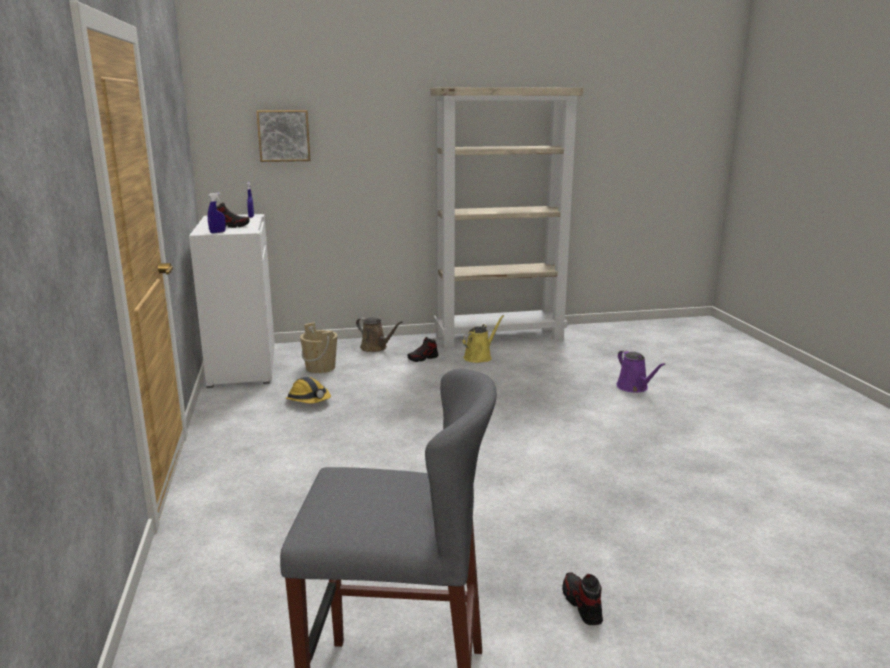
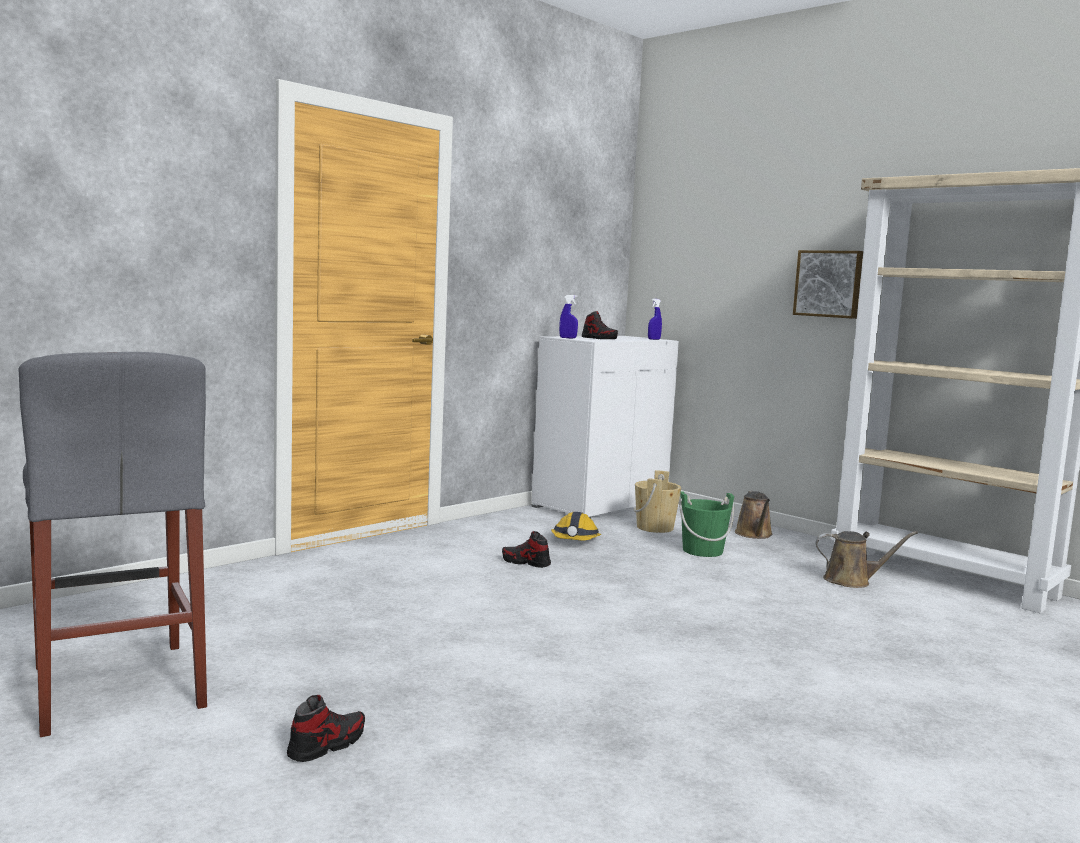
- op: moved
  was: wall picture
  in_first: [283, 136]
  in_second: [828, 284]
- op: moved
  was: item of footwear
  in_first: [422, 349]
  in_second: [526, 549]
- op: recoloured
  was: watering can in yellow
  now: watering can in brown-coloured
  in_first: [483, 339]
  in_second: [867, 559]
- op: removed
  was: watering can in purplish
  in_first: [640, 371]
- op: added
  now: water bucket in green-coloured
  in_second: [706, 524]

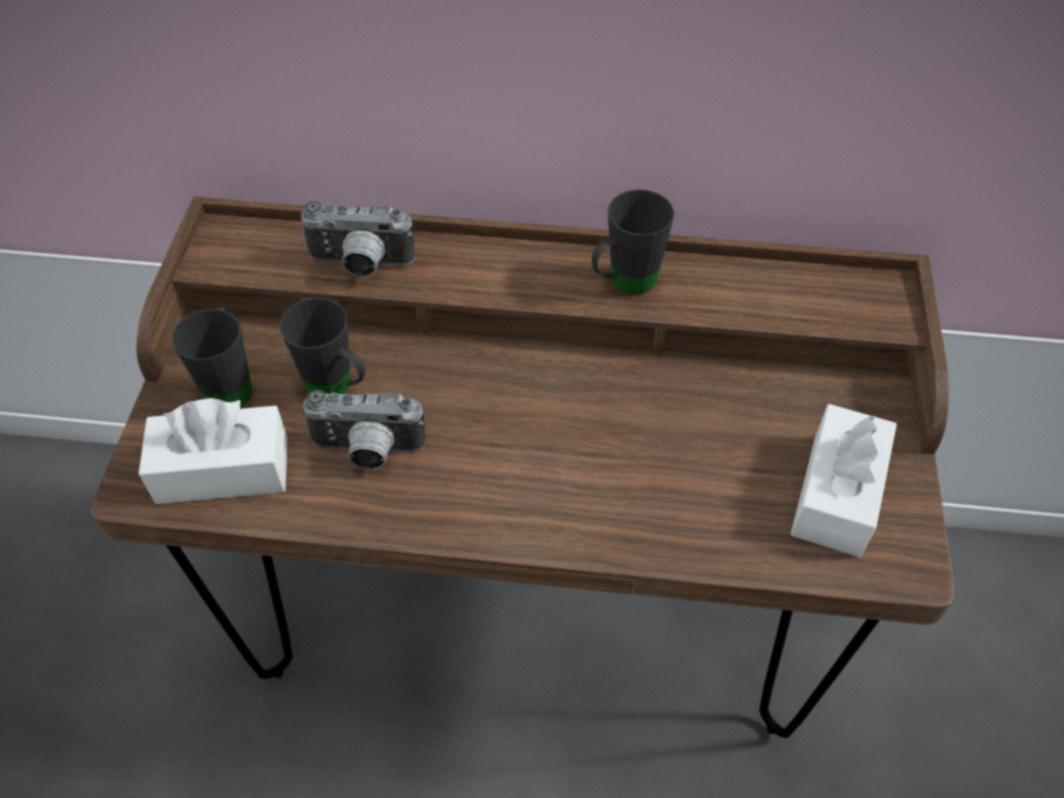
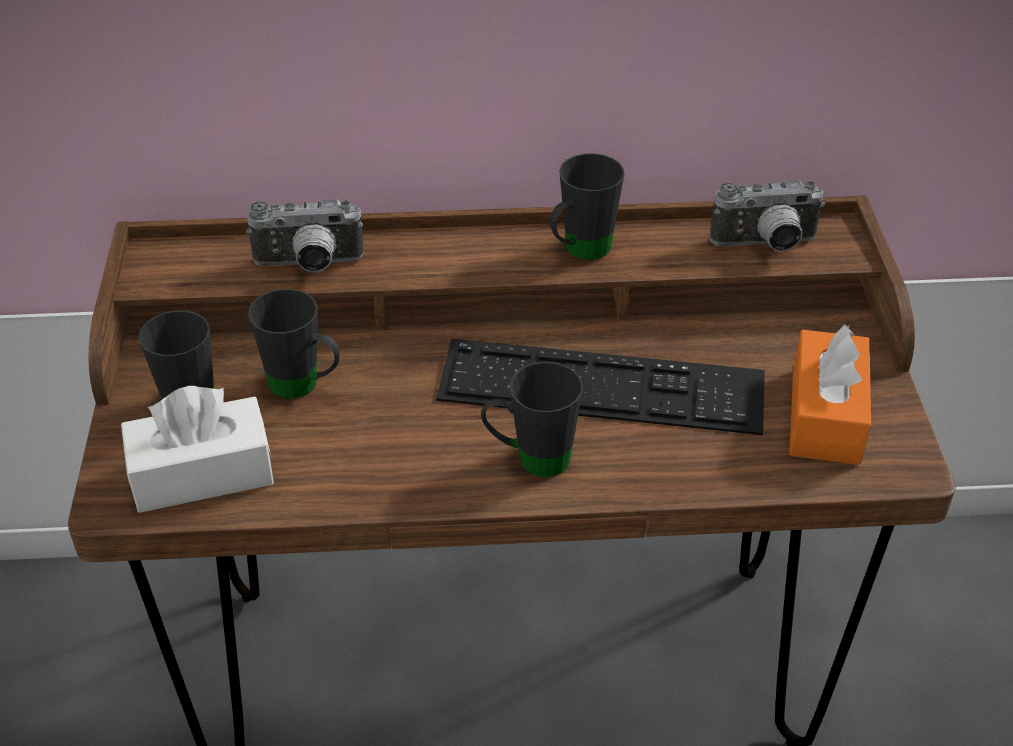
- op: moved
  was: photo camera
  in_first: [364, 430]
  in_second: [767, 216]
- op: recoloured
  was: tissue holder in white-coloured
  now: tissue holder in orangey
  in_first: [844, 480]
  in_second: [830, 395]
- op: added
  now: PC keyboard
  in_second: [600, 386]
- op: added
  now: tea mug in blackish
  in_second: [532, 419]

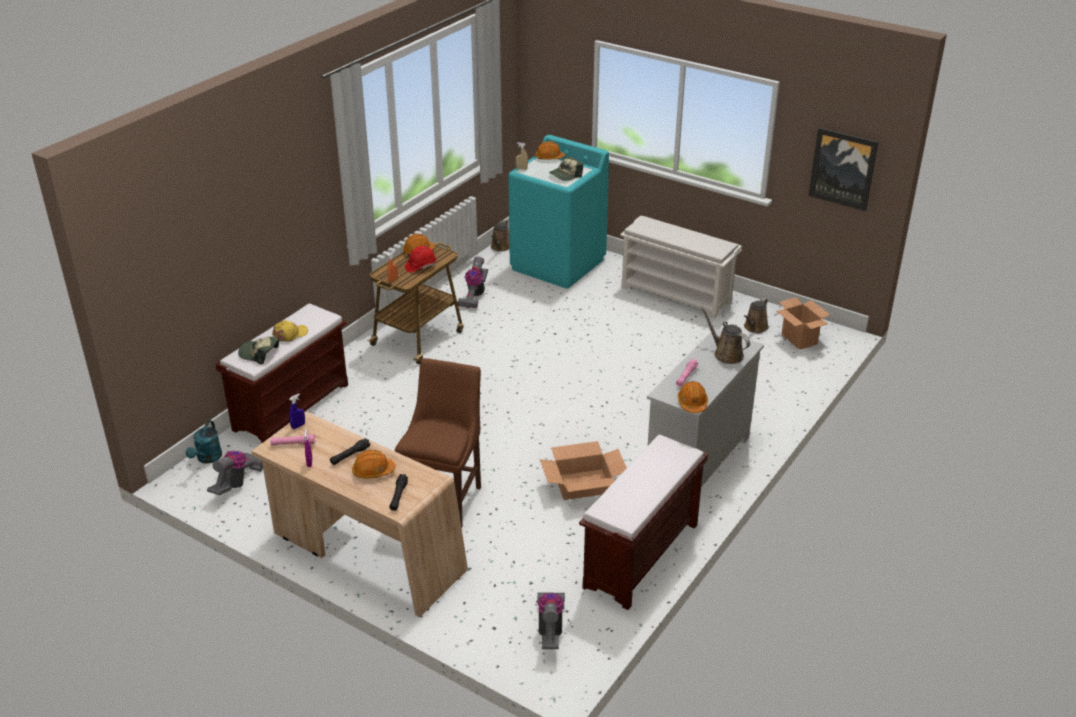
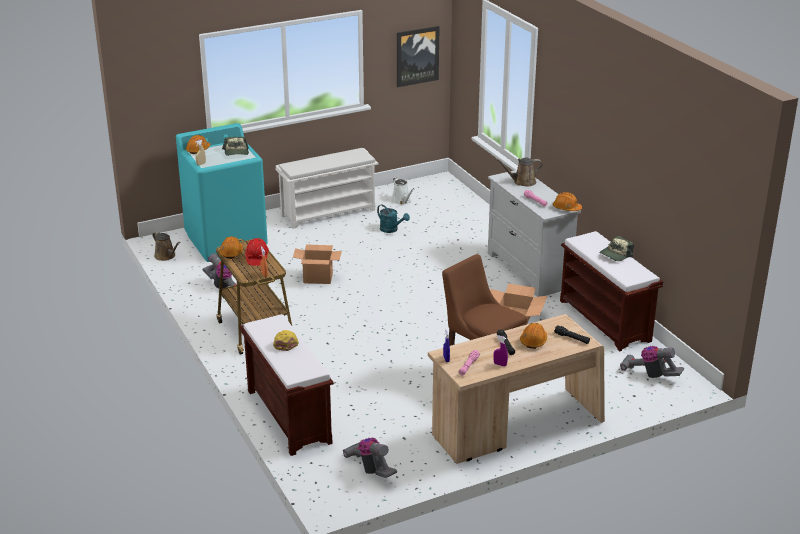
- op: moved
  was: watering can in turquoise-coloured
  in_first: [204, 442]
  in_second: [393, 219]
- op: moved
  was: cap
  in_first: [258, 351]
  in_second: [616, 248]
- op: recoloured
  was: watering can in brown-coloured
  now: watering can in white-coloured
  in_first: [756, 315]
  in_second: [403, 191]
- op: moved
  was: packing box
  in_first: [803, 323]
  in_second: [317, 264]

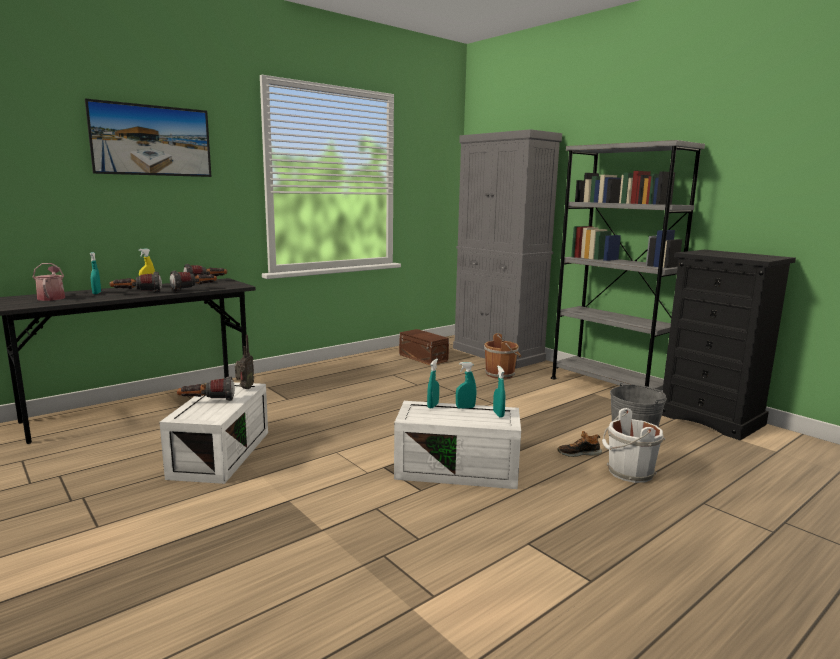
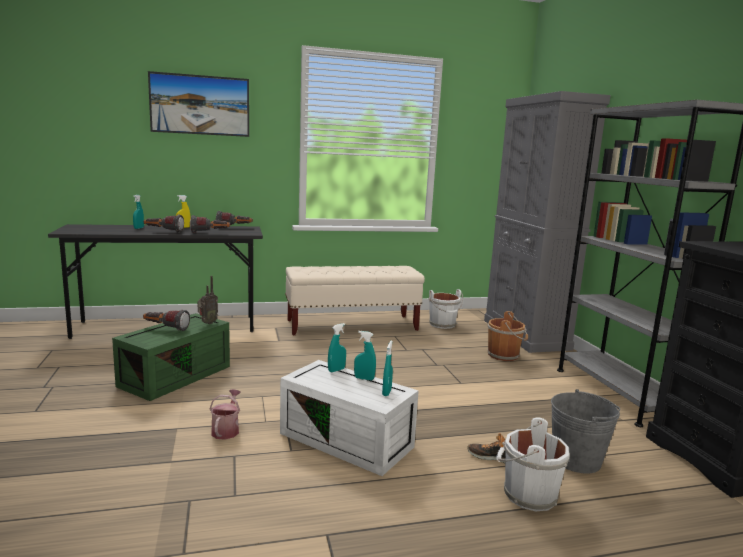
- op: moved
  was: watering can
  in_first: [48, 282]
  in_second: [225, 414]
- op: recoloured
  was: storage bin in white-coloured
  now: storage bin in green-coloured
  in_first: [213, 433]
  in_second: [171, 357]
- op: replaced
  was: storage bin in brown-coloured
  now: water bucket in white-coloured
  in_first: [424, 347]
  in_second: [446, 309]
- op: added
  now: bench in beige
  in_second: [355, 301]

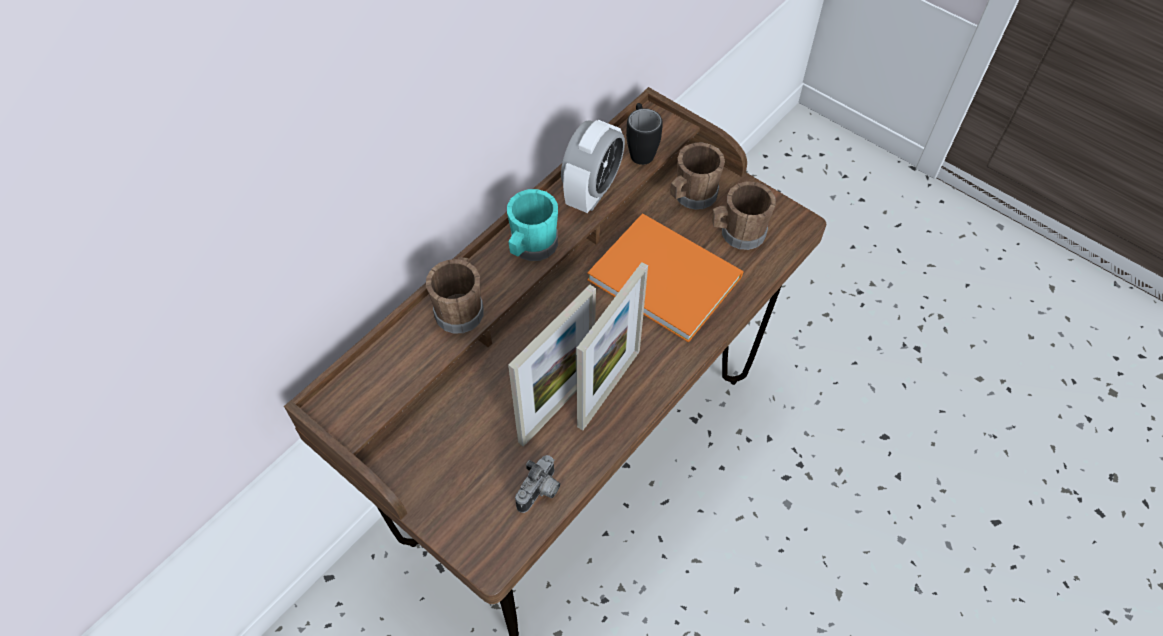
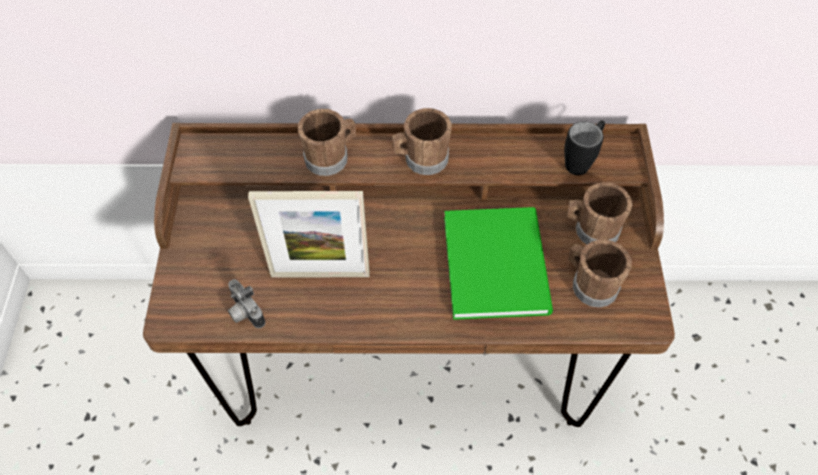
- op: recoloured
  was: tea mug in turquoise-coloured
  now: tea mug in brown-coloured
  in_first: [532, 225]
  in_second: [422, 141]
- op: turned
  was: photo camera
  in_first: [537, 484]
  in_second: [246, 303]
  clockwise: 60
- op: removed
  was: bedside clock
  in_first: [593, 166]
- op: removed
  was: photo frame
  in_first: [612, 346]
- op: recoloured
  was: volume in orangey
  now: volume in green-coloured
  in_first: [665, 278]
  in_second: [498, 263]

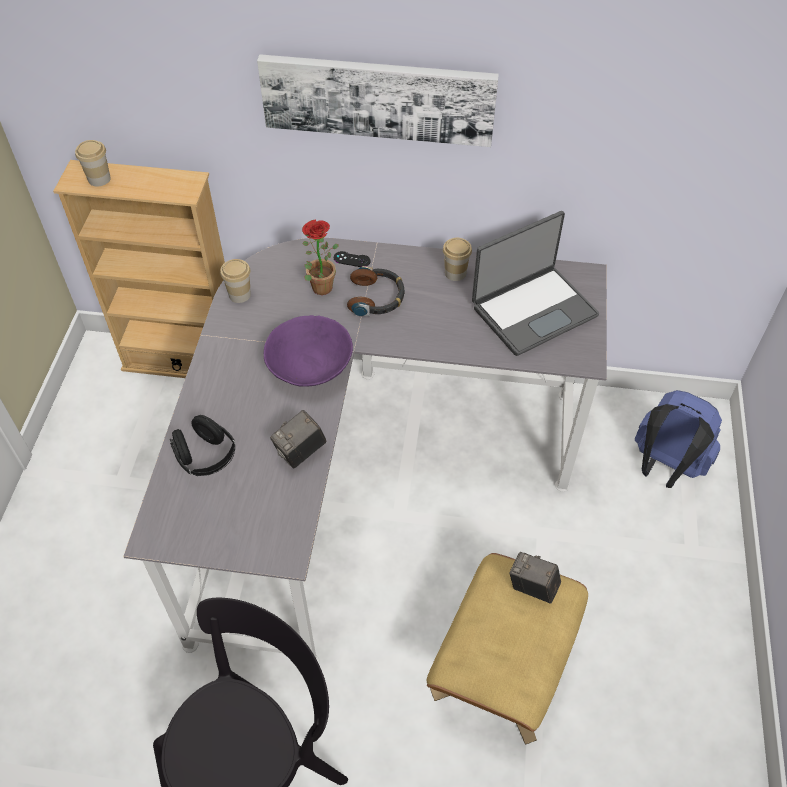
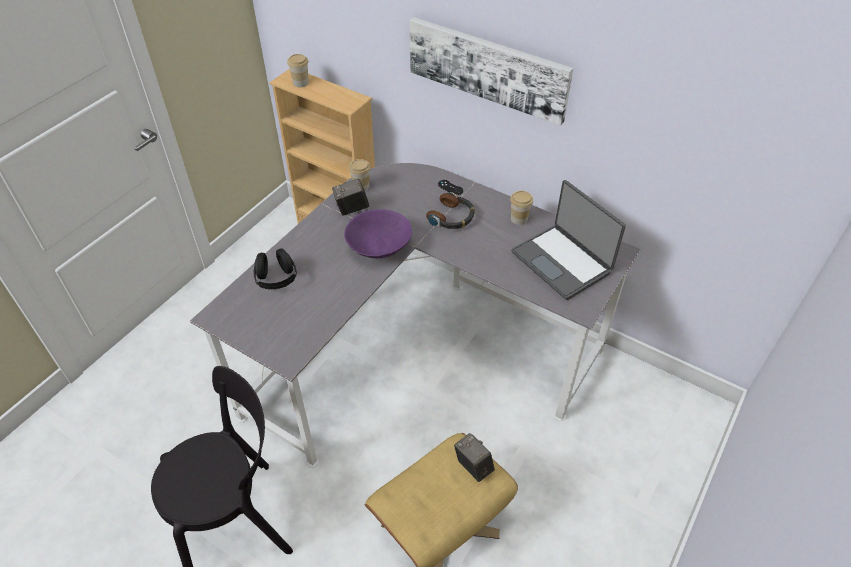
- op: moved
  was: photo camera
  in_first: [298, 439]
  in_second: [350, 197]
- op: removed
  was: houseplant
  in_first: [320, 257]
- op: turned
  was: portable computer
  in_first: [535, 283]
  in_second: [568, 240]
  clockwise: 60
- op: removed
  was: knapsack in blue-coloured
  in_first: [678, 439]

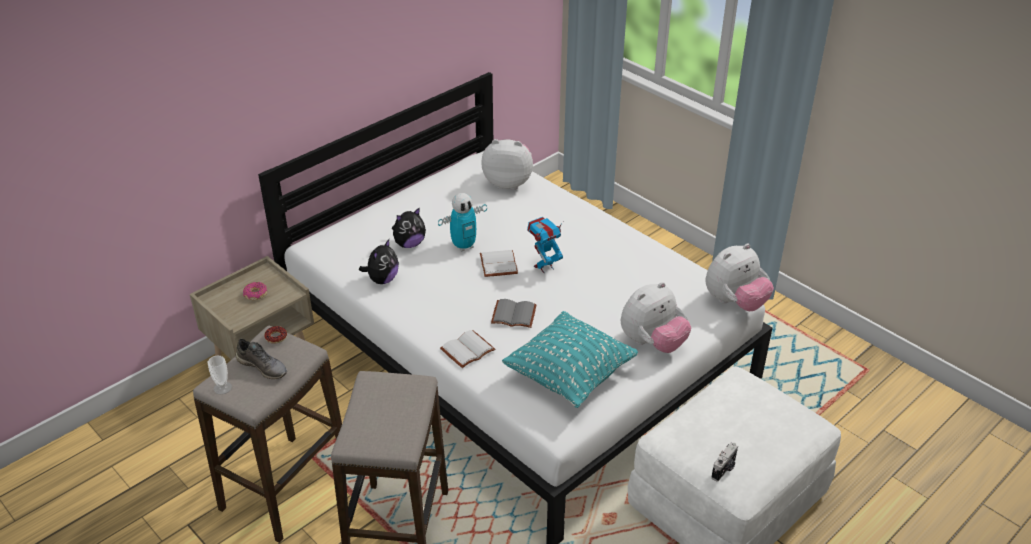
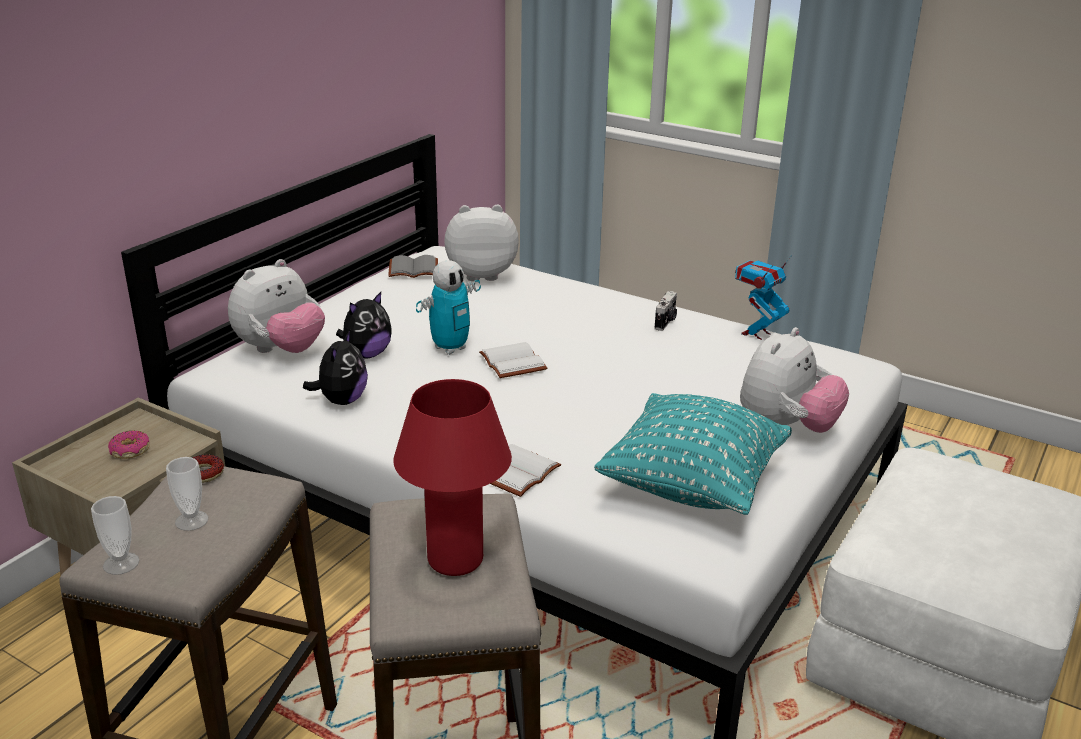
- op: replaced
  was: item of footwear in gray
  now: small cup
  in_first: [261, 358]
  in_second: [187, 494]
- op: moved
  was: volume in gray
  in_first: [514, 313]
  in_second: [413, 266]
- op: moved
  was: toy robot
  in_first: [545, 245]
  in_second: [763, 297]
- op: moved
  was: cuddly toy
  in_first: [740, 277]
  in_second: [276, 306]
- op: moved
  was: photo camera
  in_first: [724, 462]
  in_second: [665, 311]
- op: added
  now: tabletop lamp in red-coloured
  in_second: [452, 477]

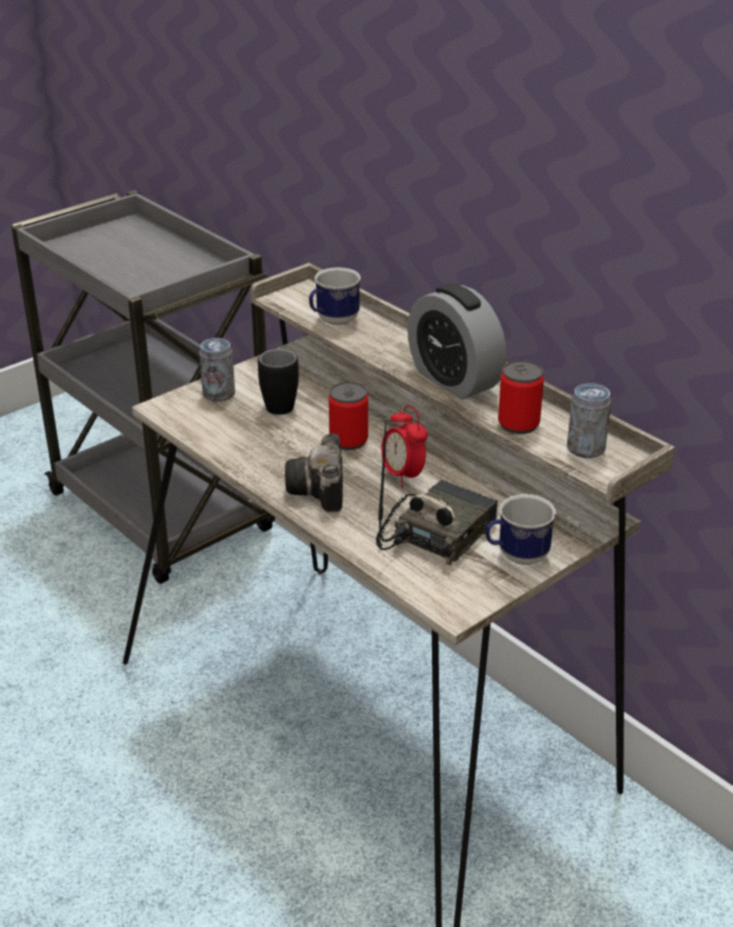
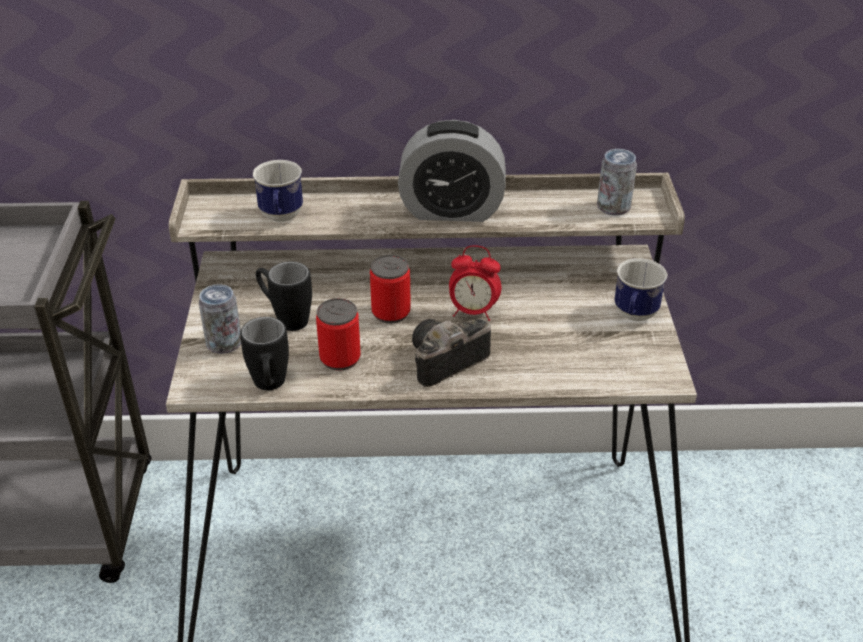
- op: turned
  was: photo camera
  in_first: [314, 473]
  in_second: [451, 353]
  clockwise: 105
- op: removed
  was: radio
  in_first: [437, 493]
- op: moved
  was: metal can
  in_first: [521, 397]
  in_second: [338, 334]
- op: added
  now: tea mug in blackish
  in_second: [264, 353]

